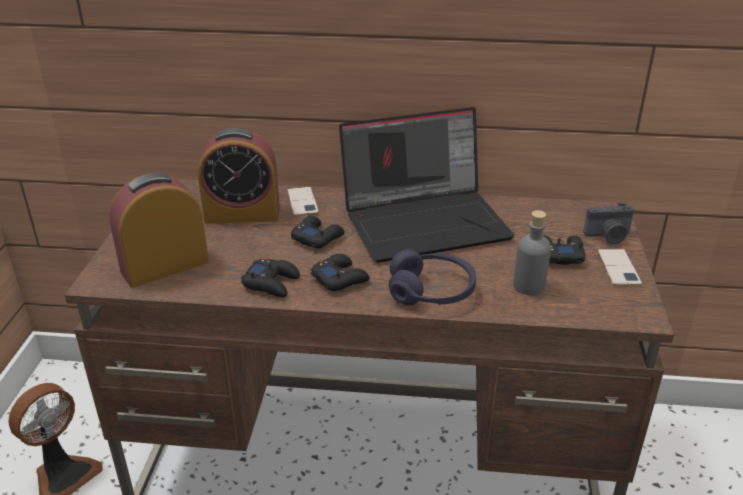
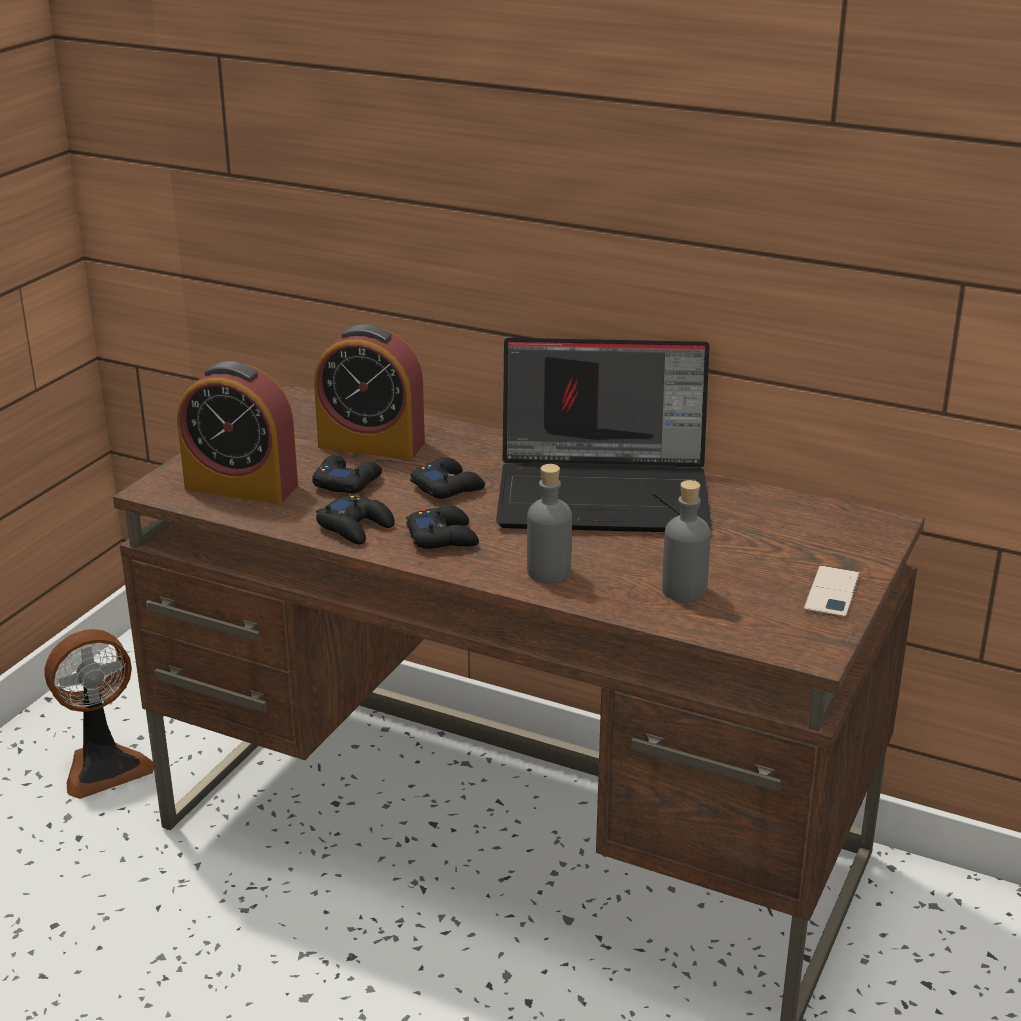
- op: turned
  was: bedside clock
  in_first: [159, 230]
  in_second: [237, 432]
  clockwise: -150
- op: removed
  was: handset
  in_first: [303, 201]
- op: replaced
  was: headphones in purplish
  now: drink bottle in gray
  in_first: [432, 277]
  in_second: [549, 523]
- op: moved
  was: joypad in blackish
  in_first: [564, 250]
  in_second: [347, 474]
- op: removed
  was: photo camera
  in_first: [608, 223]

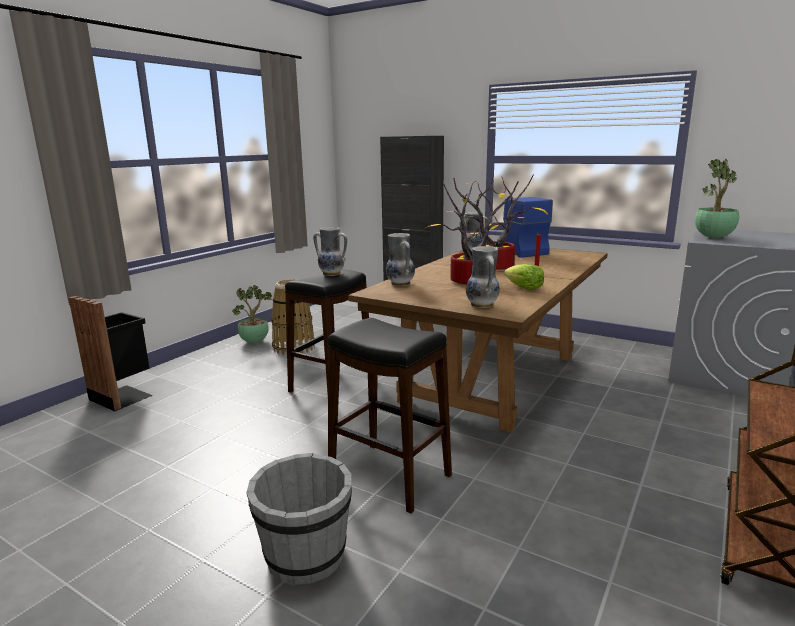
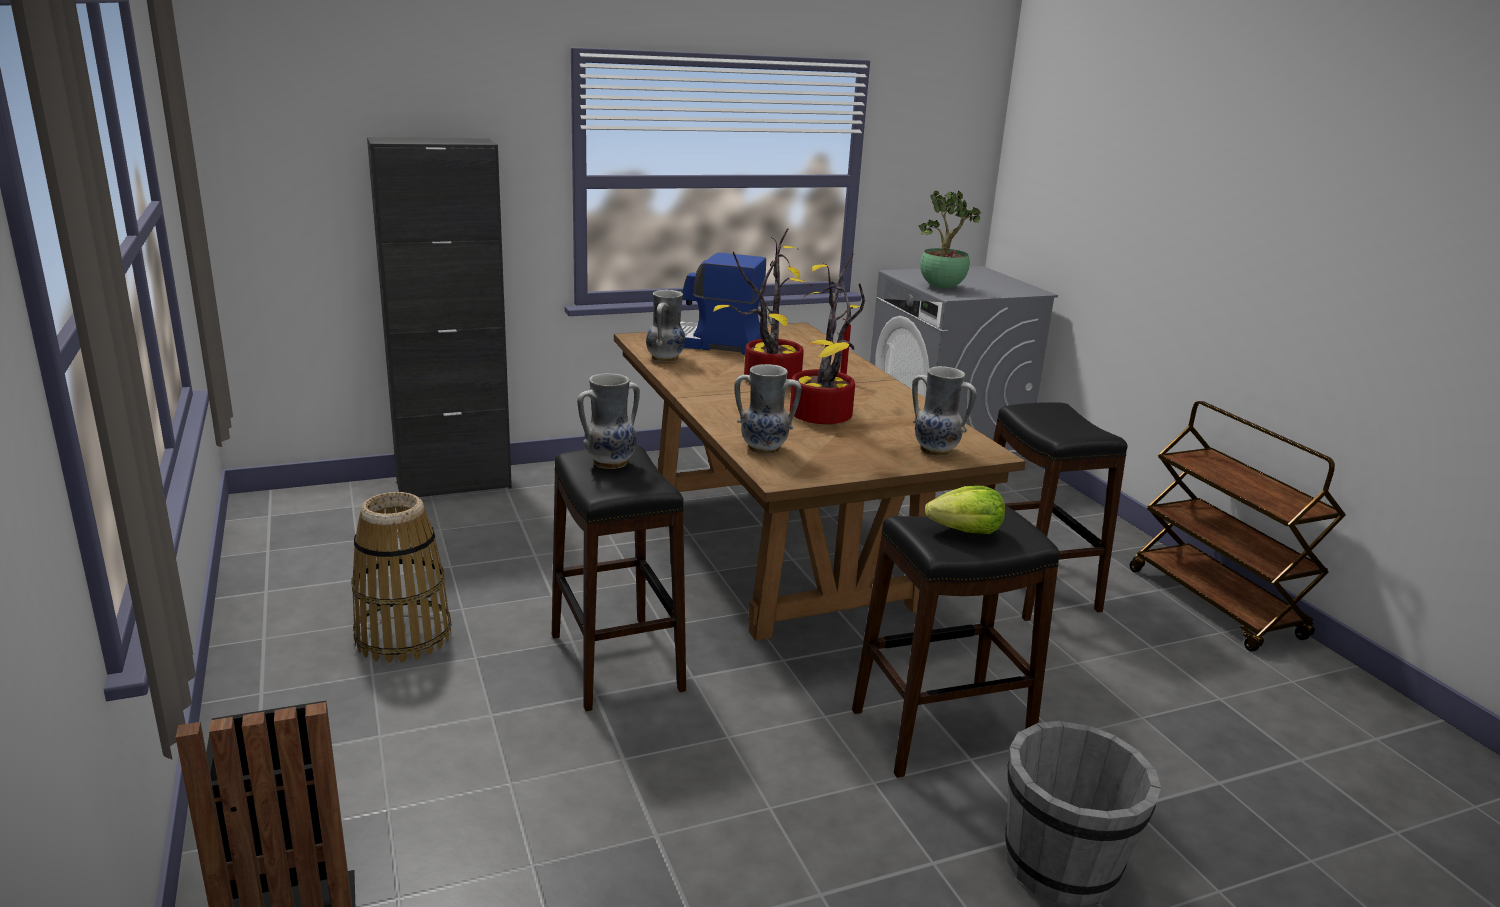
- op: removed
  was: houseplant
  in_first: [252, 314]
- op: moved
  was: head of lettuce
  in_first: [524, 277]
  in_second: [965, 510]
- op: added
  now: stool seat in blackish
  in_second: [1056, 511]

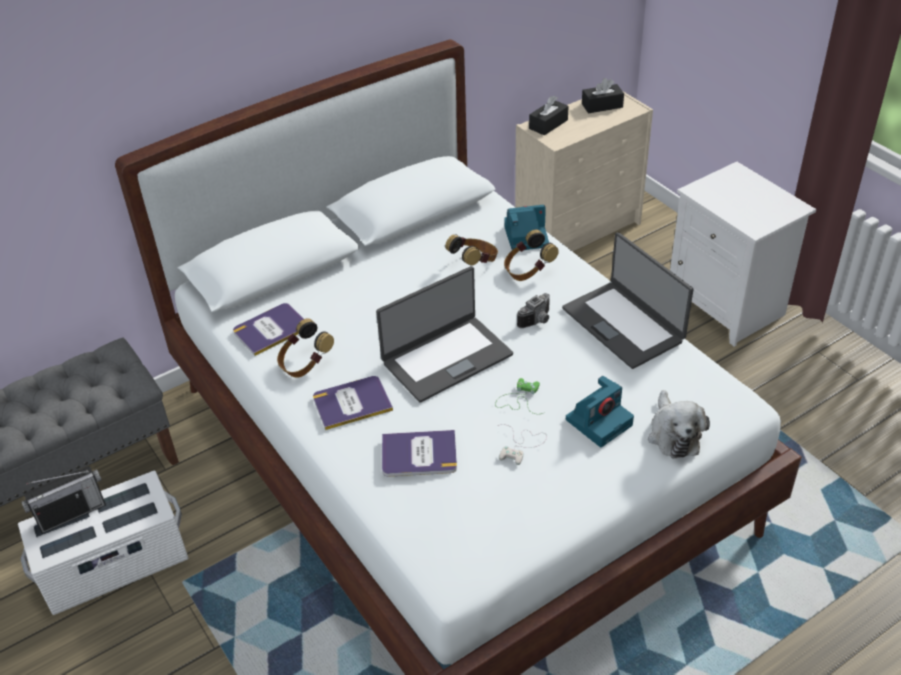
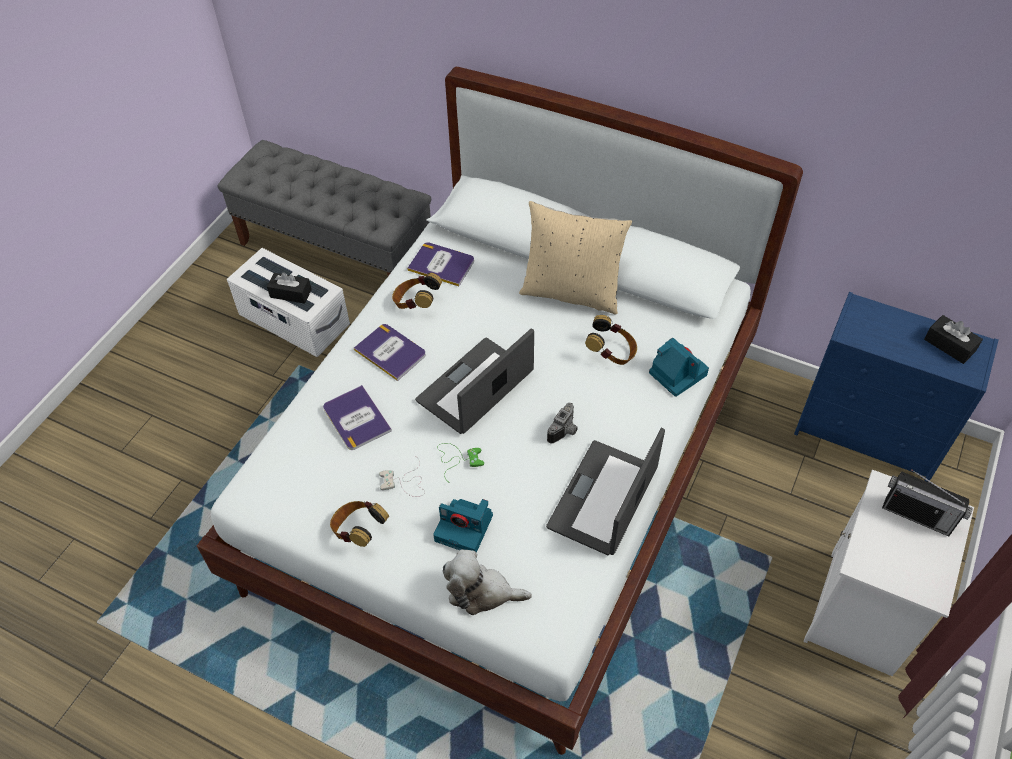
- op: moved
  was: radio
  in_first: [63, 500]
  in_second: [927, 502]
- op: turned
  was: portable computer
  in_first: [444, 334]
  in_second: [474, 381]
  clockwise: 105
- op: moved
  was: headphones
  in_first: [531, 255]
  in_second: [359, 524]
- op: recoloured
  was: drawer chest in beige
  now: drawer chest in blue-coloured
  in_first: [584, 172]
  in_second: [896, 387]
- op: turned
  was: photo camera
  in_first: [533, 310]
  in_second: [562, 423]
  clockwise: -75
- op: moved
  was: tissue holder in blackish
  in_first: [549, 116]
  in_second: [289, 288]
- op: turned
  was: cuddly toy
  in_first: [679, 424]
  in_second: [487, 582]
  clockwise: 45
- op: added
  now: throw pillow in beige
  in_second: [575, 258]

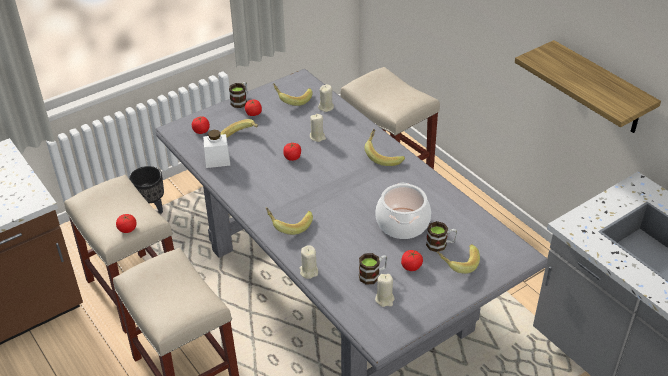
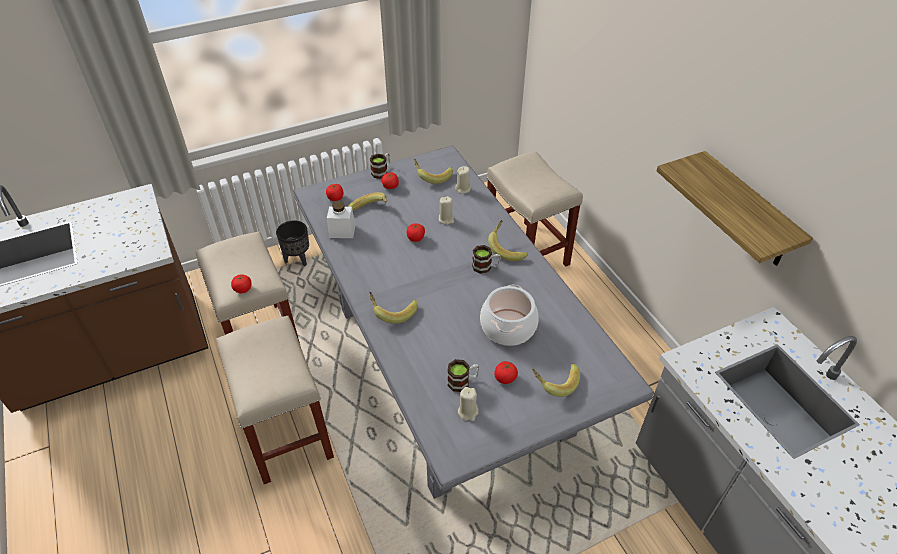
- op: removed
  was: wax light in beige
  in_first: [308, 262]
- op: moved
  was: tea mug
  in_first: [441, 236]
  in_second: [486, 259]

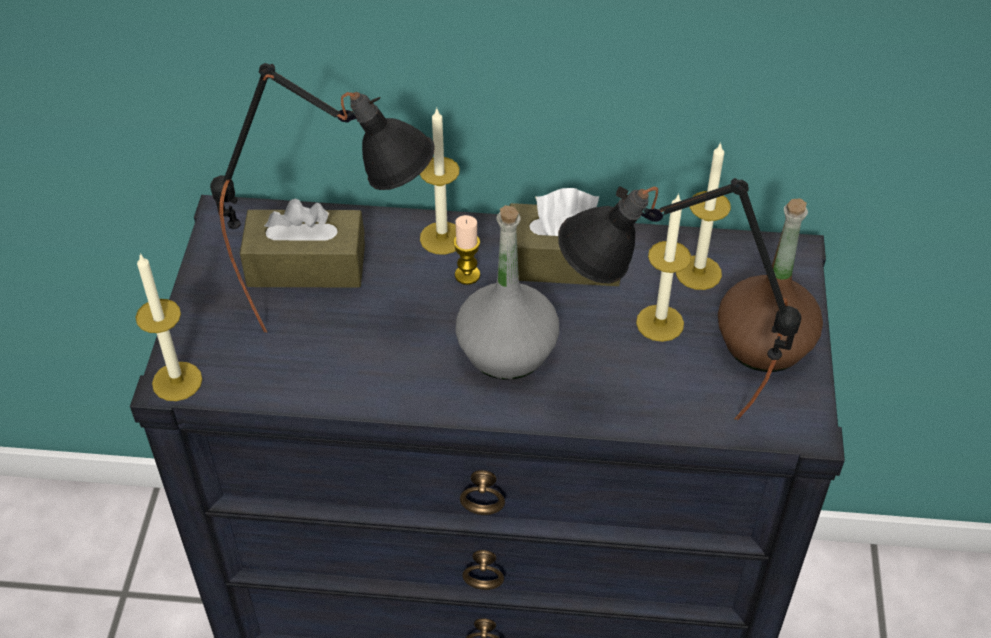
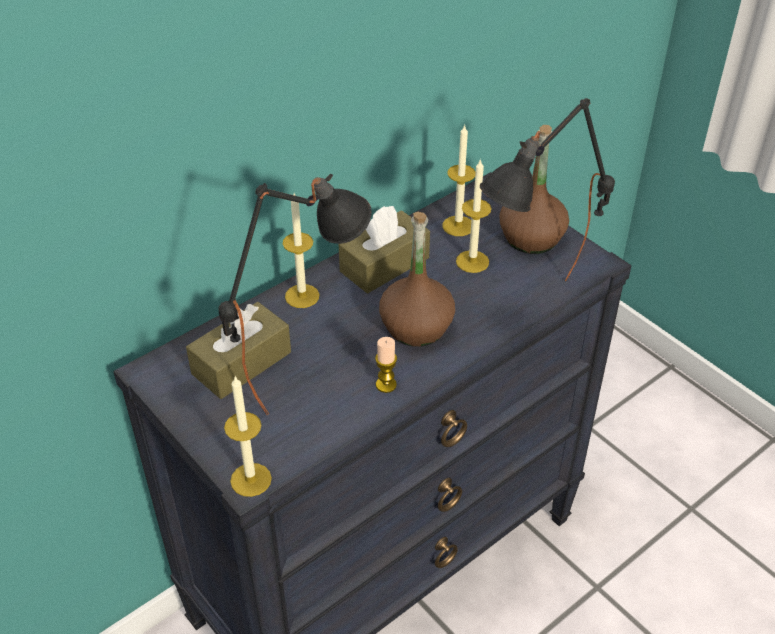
- op: moved
  was: wax light
  in_first: [466, 250]
  in_second: [386, 365]
- op: recoloured
  was: drink bottle in gray
  now: drink bottle in brown-coloured
  in_first: [507, 292]
  in_second: [417, 279]

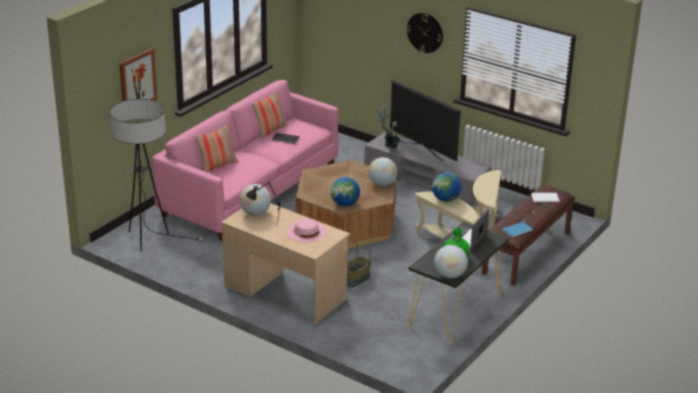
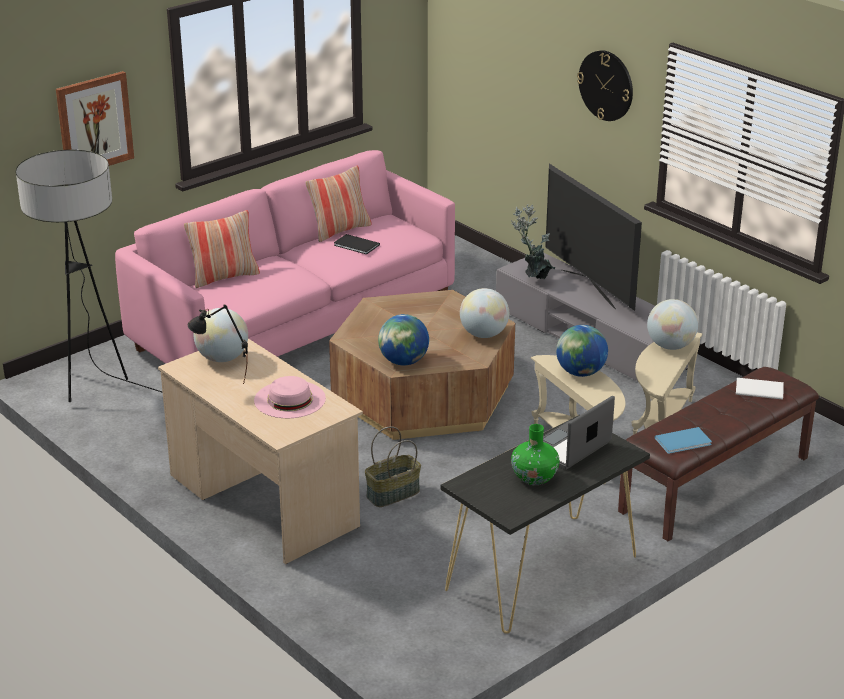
- op: moved
  was: desk globe
  in_first: [451, 262]
  in_second: [672, 324]

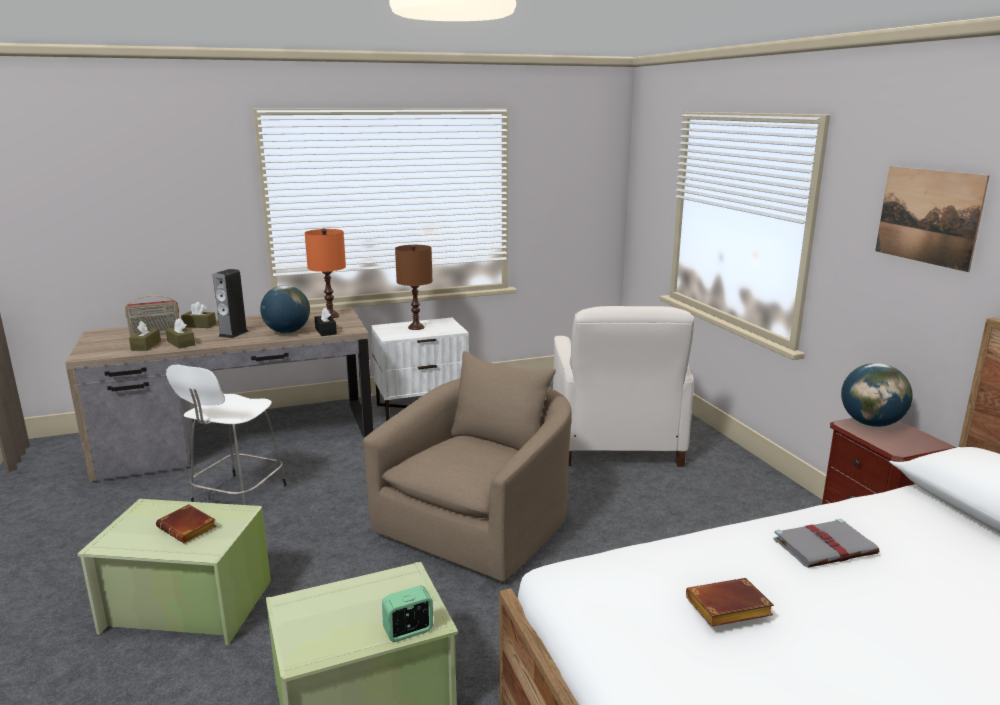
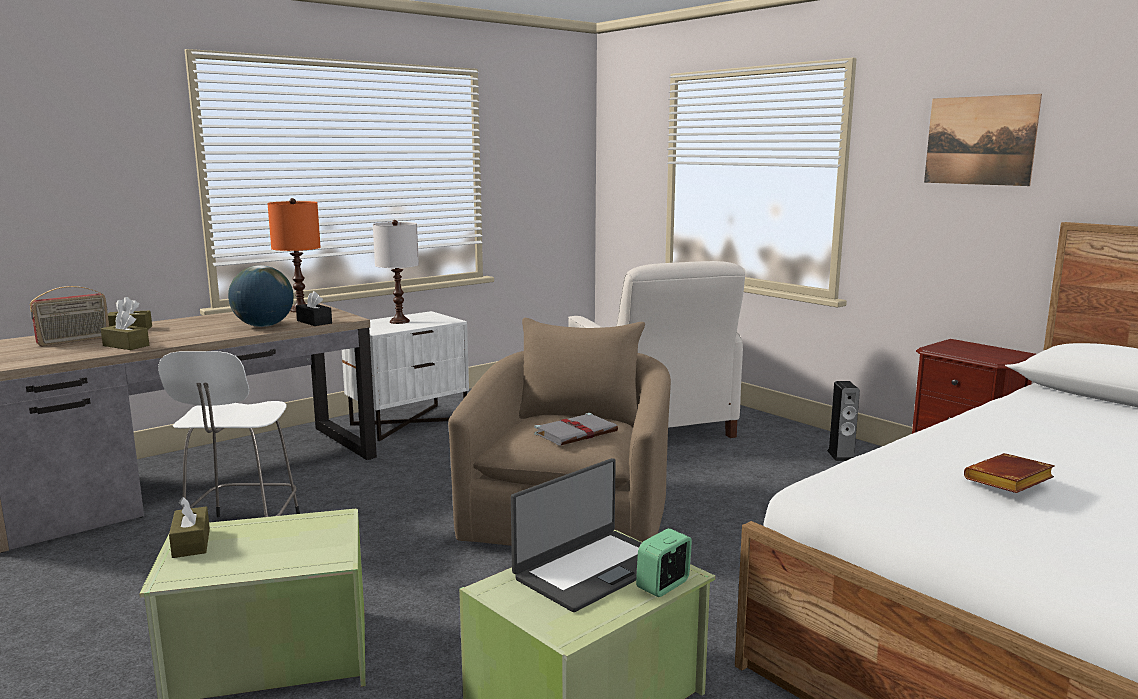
- op: moved
  was: tissue holder in brown-coloured
  in_first: [145, 336]
  in_second: [189, 527]
- op: removed
  was: volume in brown-coloured
  in_first: [186, 524]
- op: moved
  was: loudspeaker
  in_first: [231, 303]
  in_second: [843, 421]
- op: recoloured
  was: tabletop lamp in brown-coloured
  now: tabletop lamp in white-coloured
  in_first: [413, 287]
  in_second: [396, 272]
- op: moved
  was: volume in gray
  in_first: [826, 543]
  in_second: [576, 429]
- op: removed
  was: desk globe
  in_first: [877, 395]
- op: added
  now: portable computer
  in_second: [576, 535]

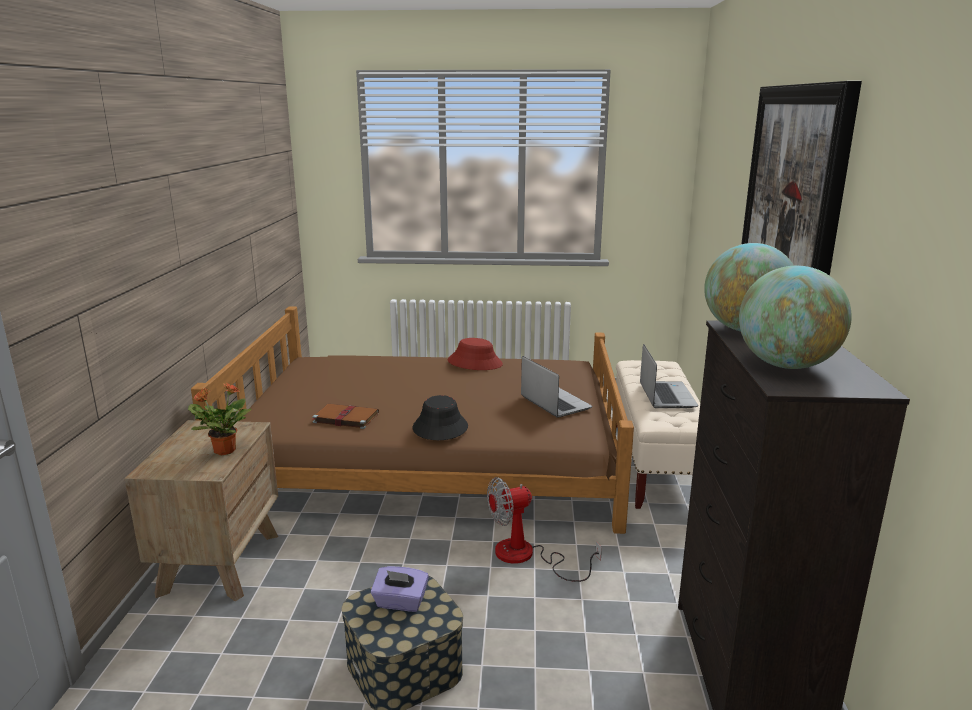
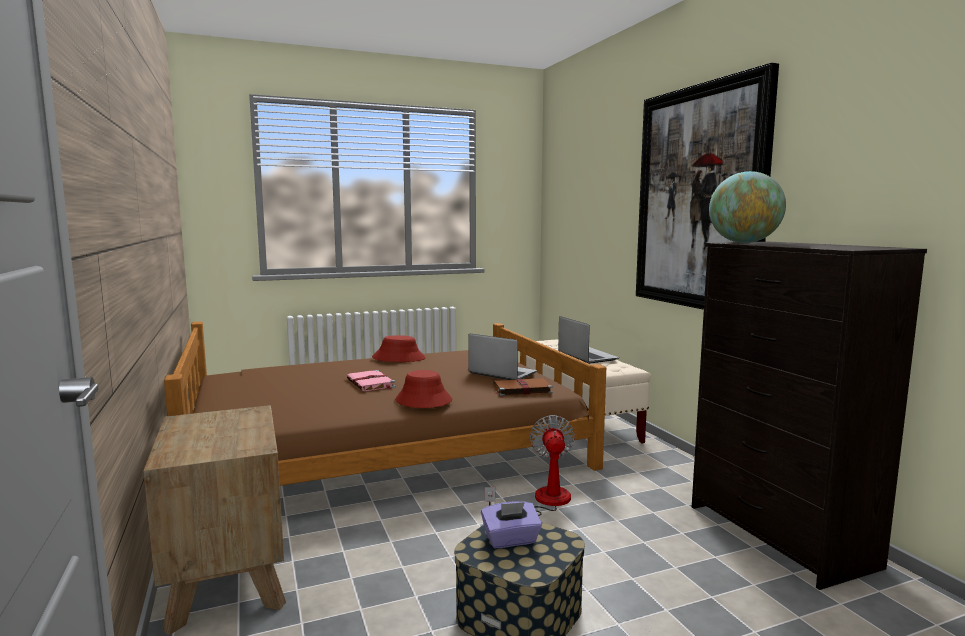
- op: removed
  was: houseplant
  in_first: [220, 419]
- op: moved
  was: volume in brown-coloured
  in_first: [345, 416]
  in_second: [523, 387]
- op: recoloured
  was: clothing hat in blackish
  now: clothing hat in red-coloured
  in_first: [440, 417]
  in_second: [423, 389]
- op: turned
  was: electric fan
  in_first: [544, 529]
  in_second: [530, 465]
  clockwise: 135
- op: removed
  was: desk globe
  in_first: [795, 317]
- op: added
  now: volume in pink-coloured
  in_second: [371, 380]

